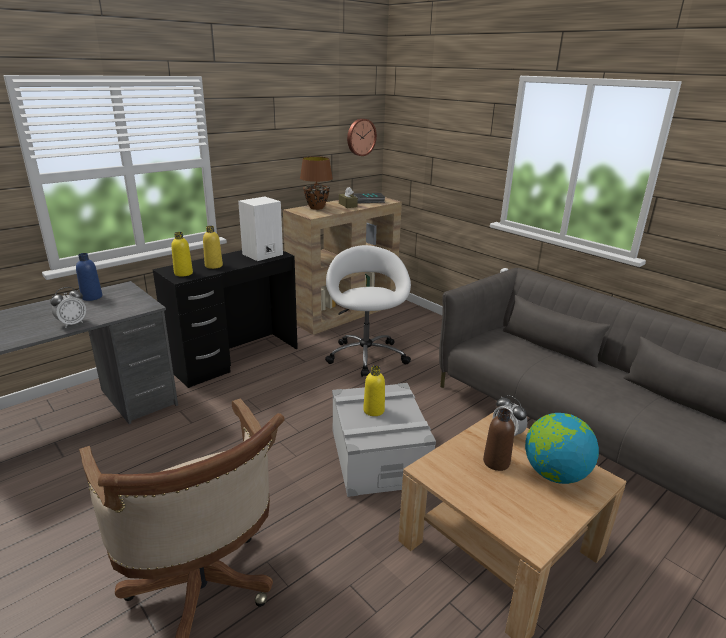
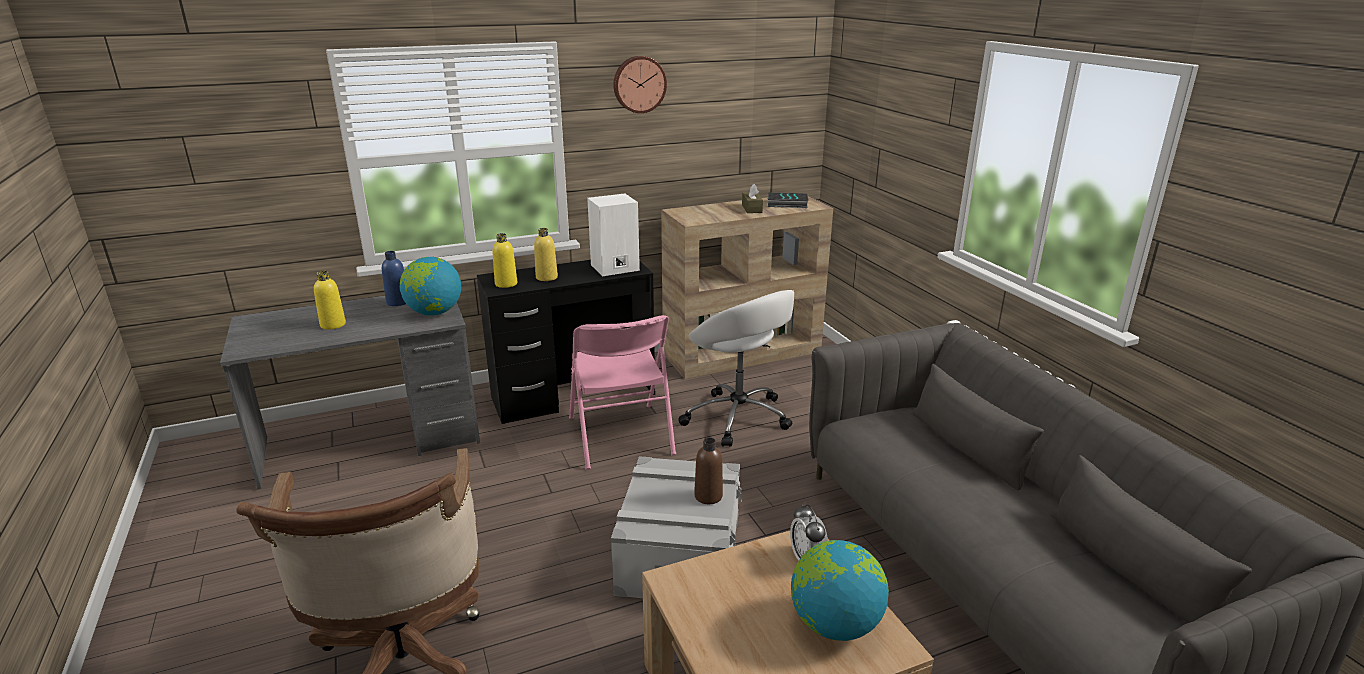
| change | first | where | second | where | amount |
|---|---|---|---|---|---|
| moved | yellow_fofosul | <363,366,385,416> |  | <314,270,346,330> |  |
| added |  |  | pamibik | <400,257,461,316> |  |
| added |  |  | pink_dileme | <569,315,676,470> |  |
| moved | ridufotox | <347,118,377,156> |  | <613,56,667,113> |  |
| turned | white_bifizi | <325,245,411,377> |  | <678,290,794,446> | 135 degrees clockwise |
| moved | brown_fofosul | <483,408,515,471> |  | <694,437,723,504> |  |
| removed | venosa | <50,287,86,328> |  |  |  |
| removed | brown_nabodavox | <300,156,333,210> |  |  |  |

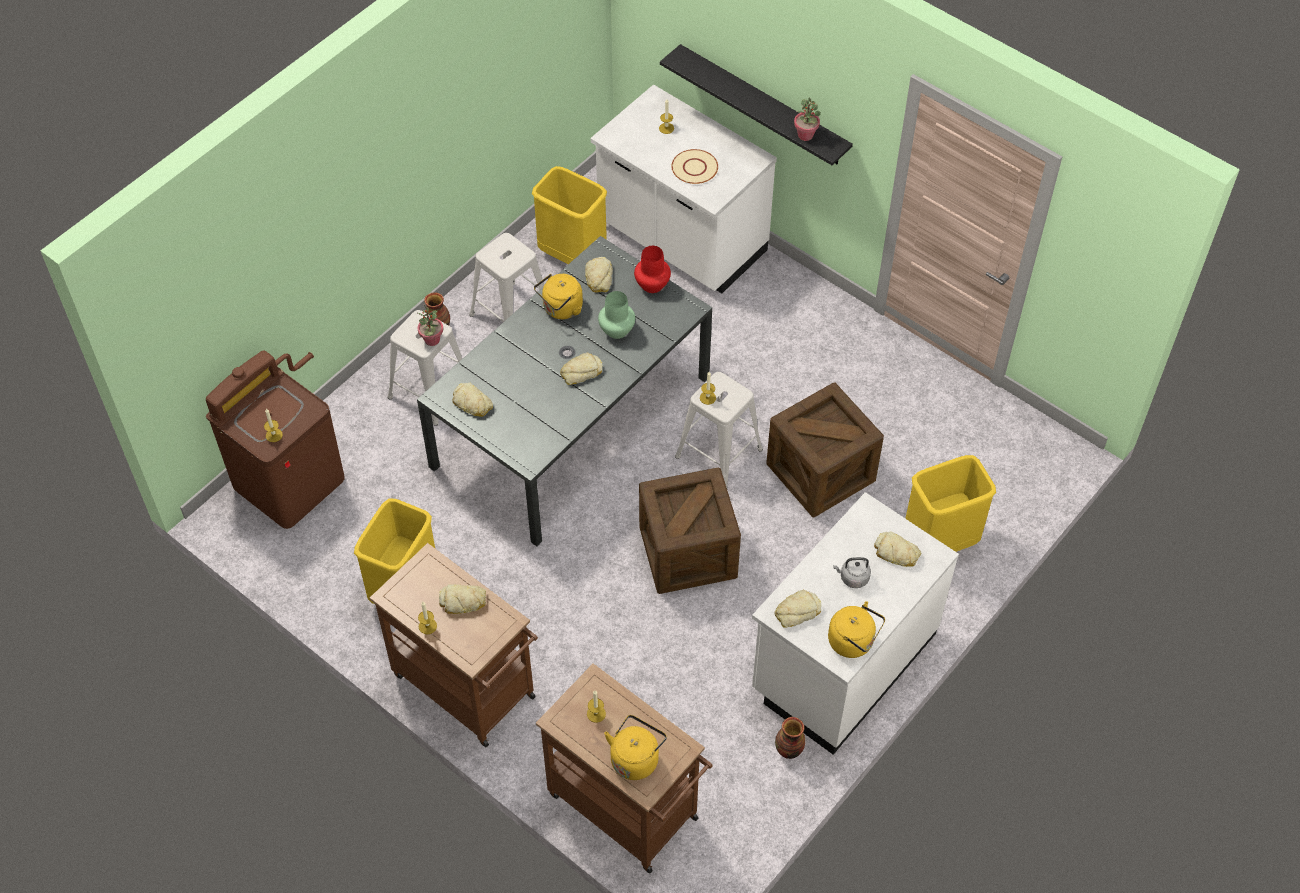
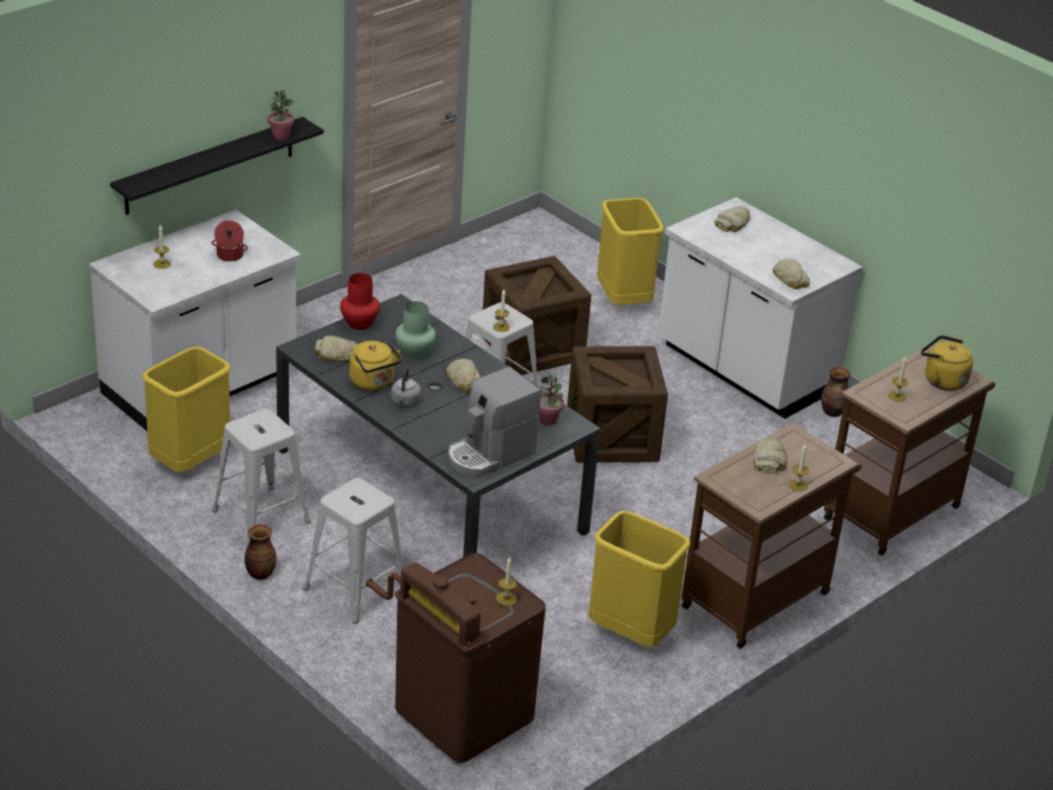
| change | first | where | second | where | amount |
|---|---|---|---|---|---|
| replaced | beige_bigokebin | <671,149,718,184> | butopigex | <212,220,248,261> |  |
| moved | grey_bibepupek | <833,557,871,588> |  | <391,367,421,406> |  |
| replaced | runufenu | <453,383,493,417> | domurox | <448,366,541,477> |  |
| moved | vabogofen | <417,305,443,346> |  | <539,374,564,426> |  |
| removed | yellow_bibepupek | <828,601,885,658> |  |  |  |

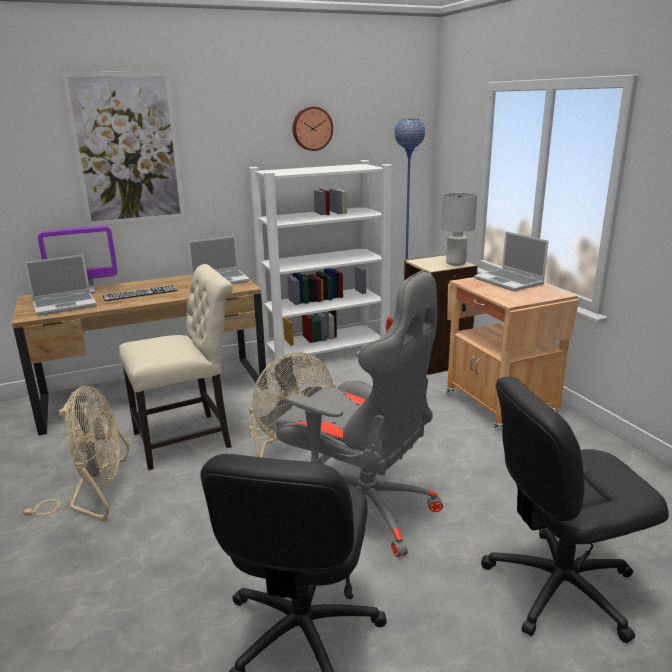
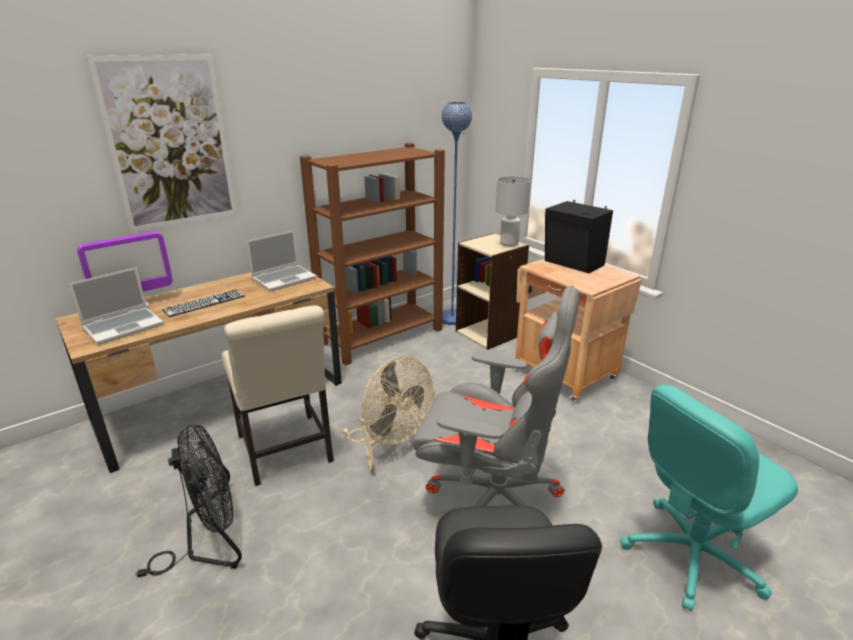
| change | first | where | second | where | amount |
|---|---|---|---|---|---|
| recoloured | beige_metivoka | <23,385,129,522> | black_metivoka | <135,425,242,577> |  |
| turned | beige_dileme | <119,264,233,470> |  | <222,305,334,486> | 105 degrees clockwise |
| recoloured | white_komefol | <249,160,392,364> | brown_komefol | <300,143,445,365> |  |
| replaced | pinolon | <474,231,549,291> | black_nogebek | <545,200,613,273> |  |
| recoloured | black_bifizi | <481,377,669,643> | turquoise_bifizi | <620,385,798,611> |  |
| removed | ridufotox | <293,106,333,151> |  |  |  |

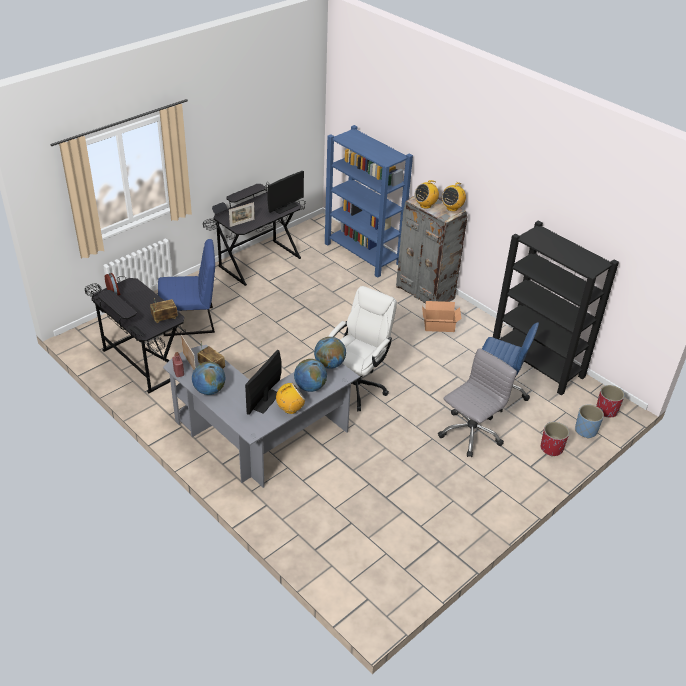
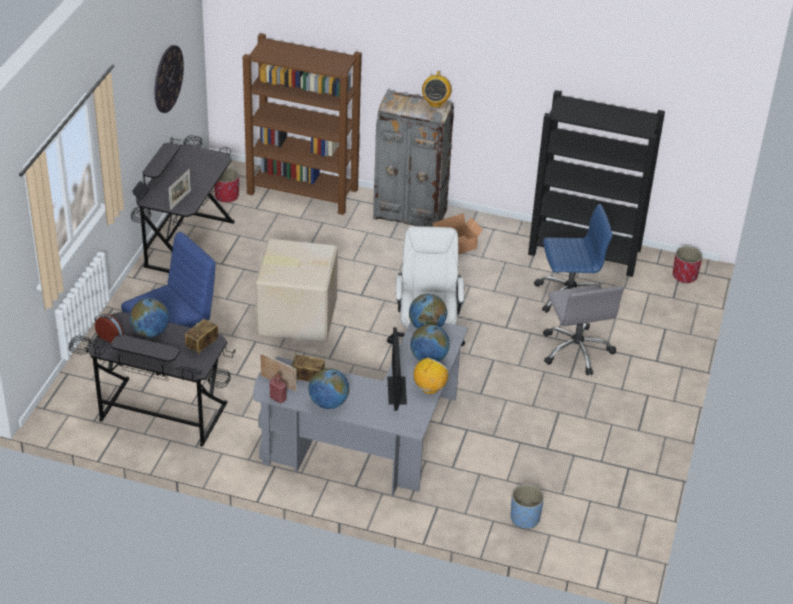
| change | first | where | second | where | amount |
|---|---|---|---|---|---|
| added |  |  | pamibik | <130,298,169,337> |  |
| added |  |  | ridufotox | <155,45,184,113> |  |
| moved | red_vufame | <541,422,569,457> |  | <214,168,239,203> |  |
| recoloured | blue_komefol | <325,125,413,278> | brown_komefol | <243,33,361,215> |  |
| added |  |  | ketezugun | <255,239,338,342> |  |
| moved | blue_vufame | <575,405,604,439> |  | <510,484,544,529> |  |
| turned | grey_bifizi | <438,349,517,457> |  | <543,285,624,376> | 150 degrees clockwise |
| removed | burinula | <267,171,304,214> |  |  |  |
| removed | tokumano | <415,180,439,209> |  |  |  |

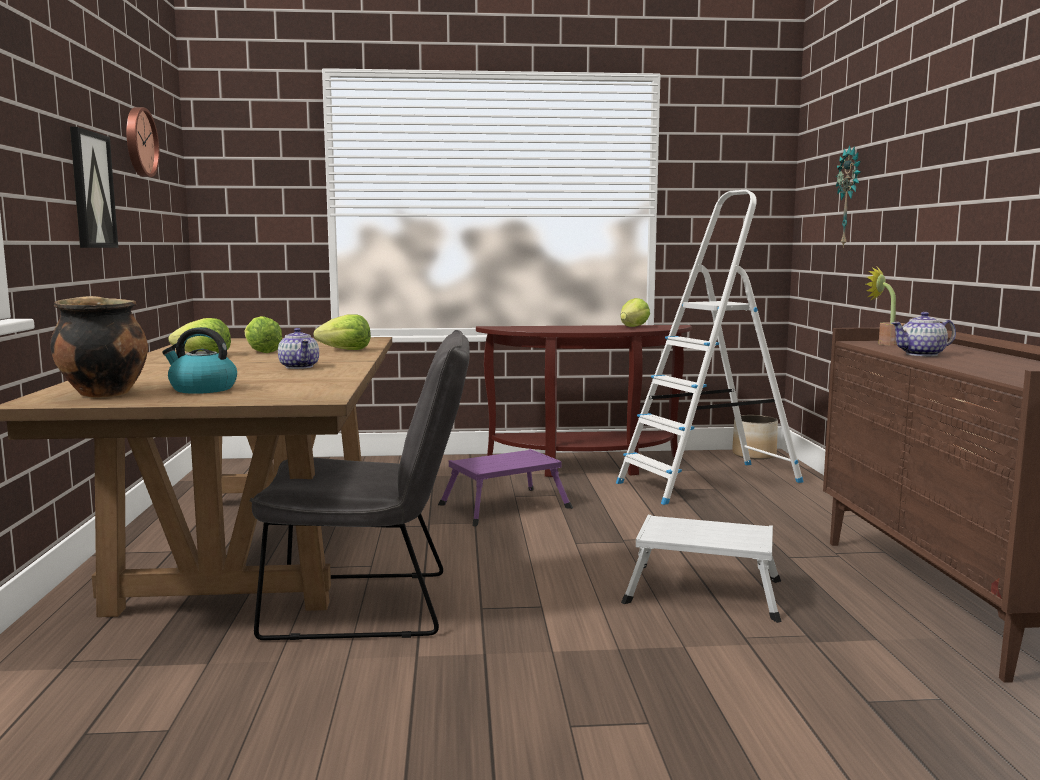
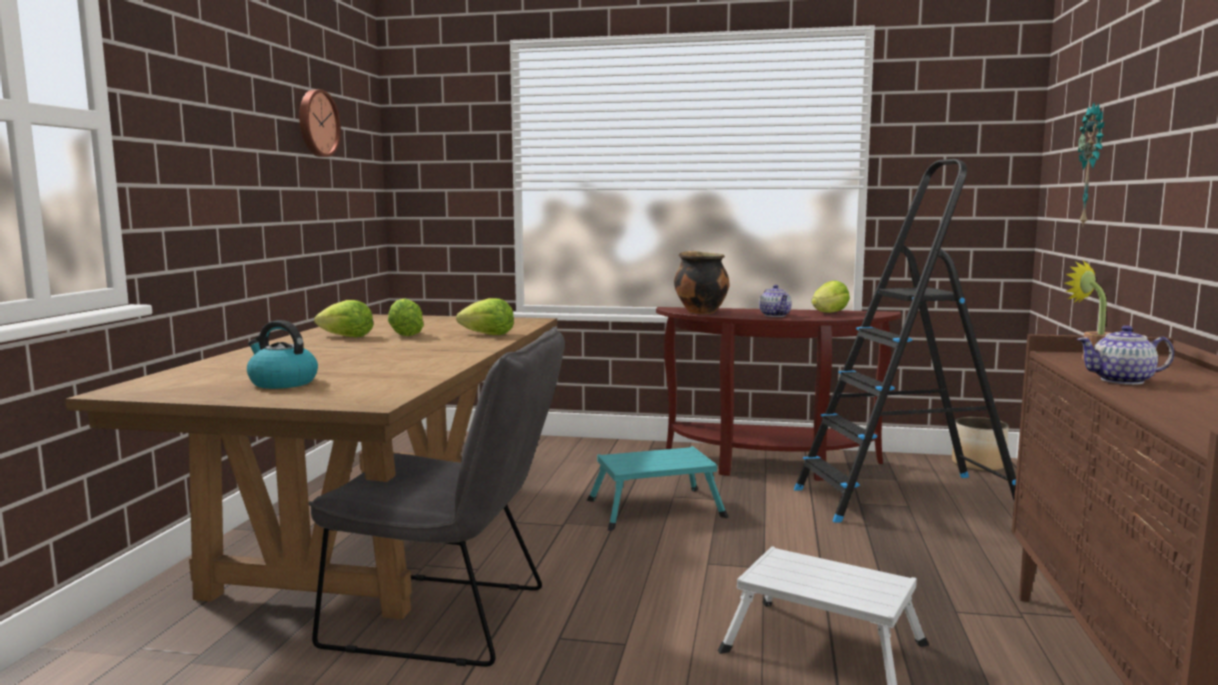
| change | first | where | second | where | amount |
|---|---|---|---|---|---|
| recoloured | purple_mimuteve | <438,449,573,526> | turquoise_mimuteve | <587,446,729,531> |  |
| moved | butopigex | <50,296,148,398> |  | <674,251,729,314> |  |
| moved | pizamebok | <278,328,319,369> |  | <759,285,792,317> |  |
| recoloured | white_mimuteve | <616,190,804,505> | black_mimuteve | <794,159,1016,523> |  |
| removed | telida | <70,127,118,248> |  |  |  |

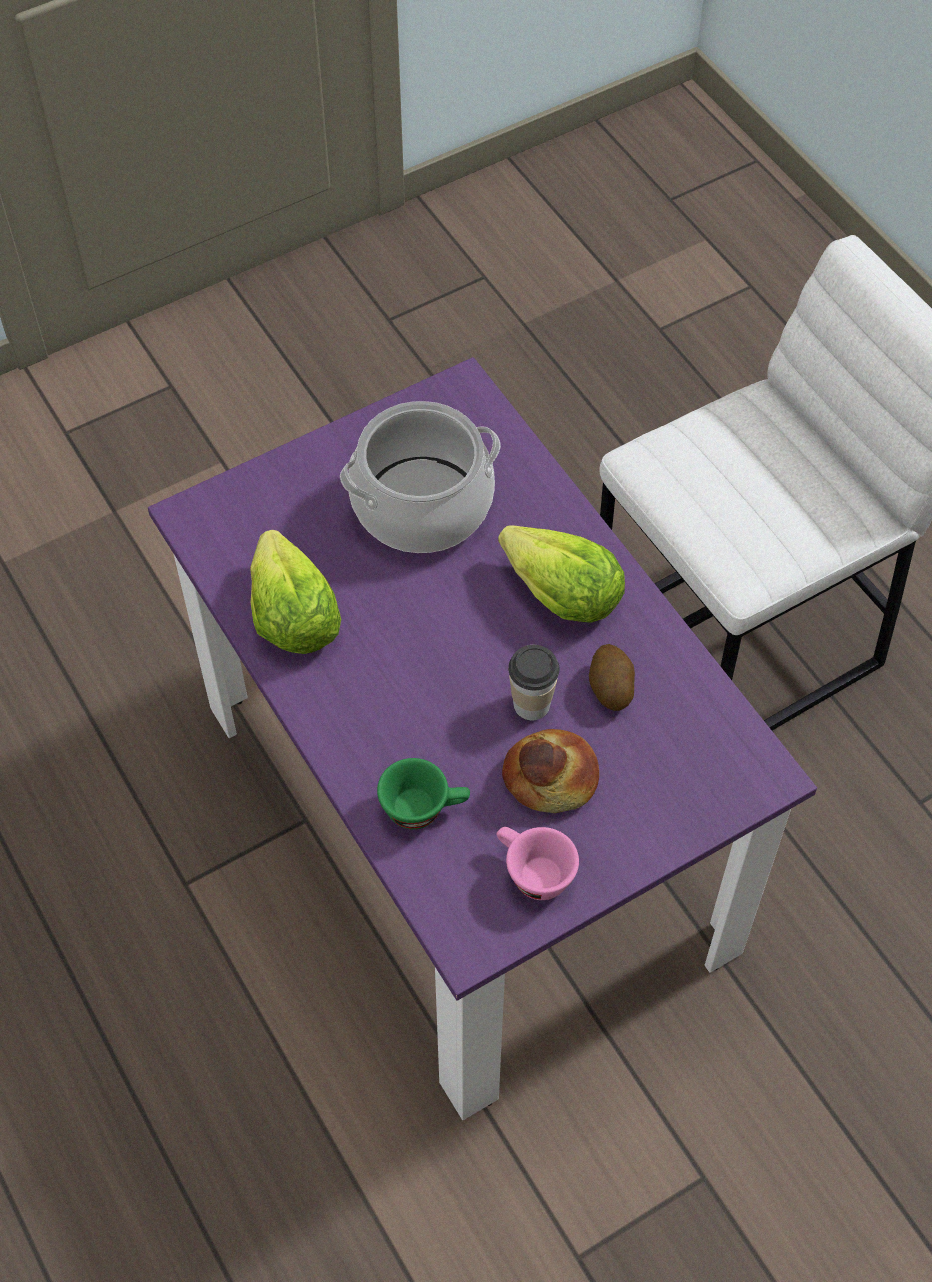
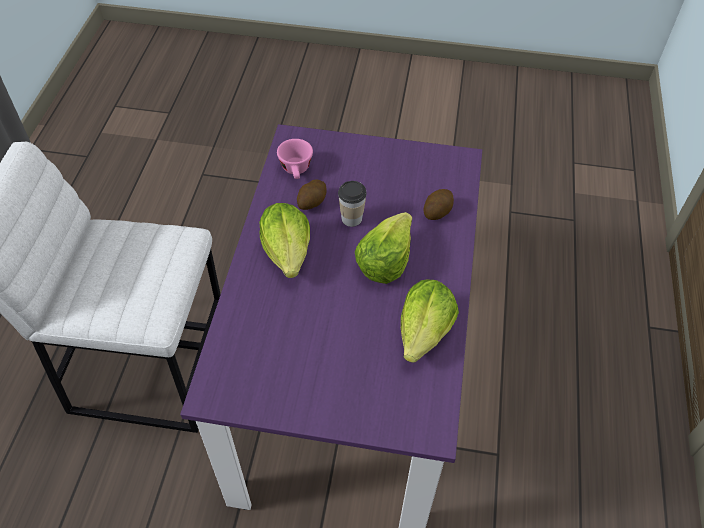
| change | first | where | second | where | amount |
|---|---|---|---|---|---|
| moved | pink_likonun | <496,827,579,900> |  | <277,139,313,179> |  |
| added |  |  | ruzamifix | <355,212,412,284> |  |
| replaced | green_likonun | <377,758,470,829> | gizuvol | <423,189,454,220> |  |
| removed | butopigex | <340,401,501,553> |  |  |  |
| removed | runufenu | <502,729,599,813> |  |  |  |

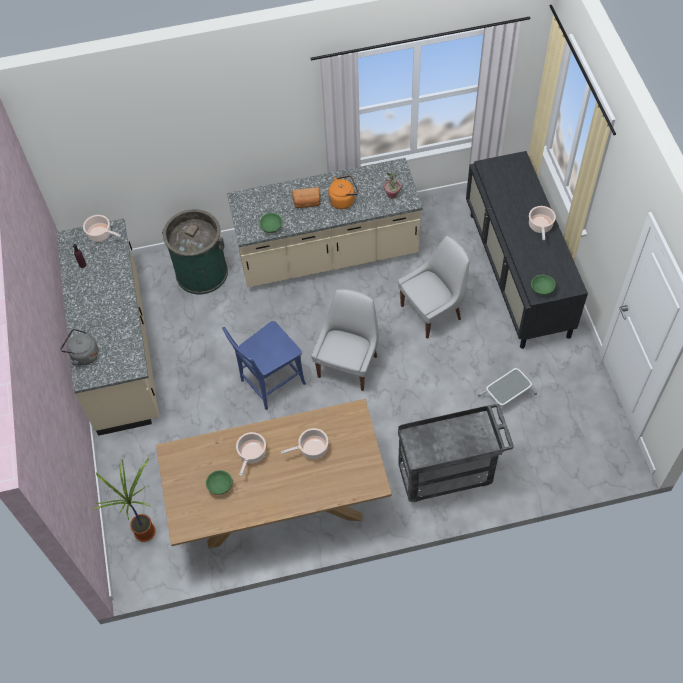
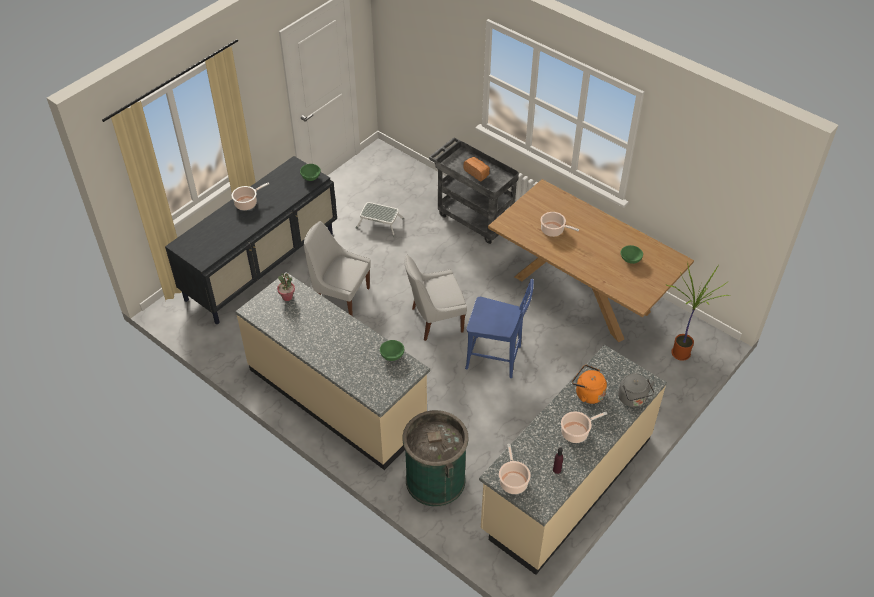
| change | first | where | second | where | amount |
|---|---|---|---|---|---|
| moved | runufenu | <292,187,320,208> |  | <464,157,490,181> |  |
| moved | butopigex | <236,432,266,476> |  | <561,411,607,443> |  |
| moved | orange_bibepupek | <328,175,359,209> |  | <572,365,607,404> |  |

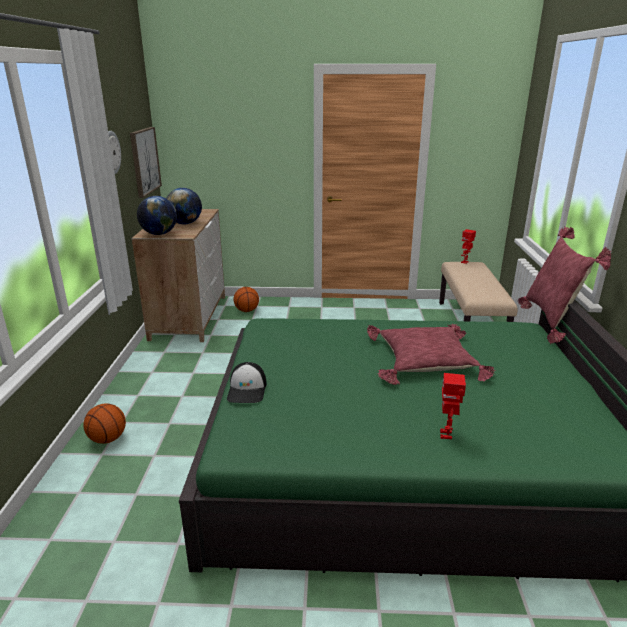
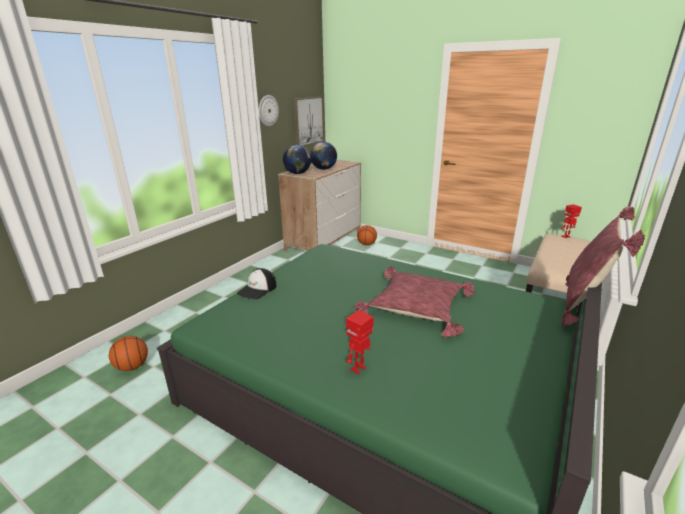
| change | first | where | second | where | amount |
|---|---|---|---|---|---|
| moved | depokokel | <83,404,126,444> |  | <109,336,148,371> |  |

